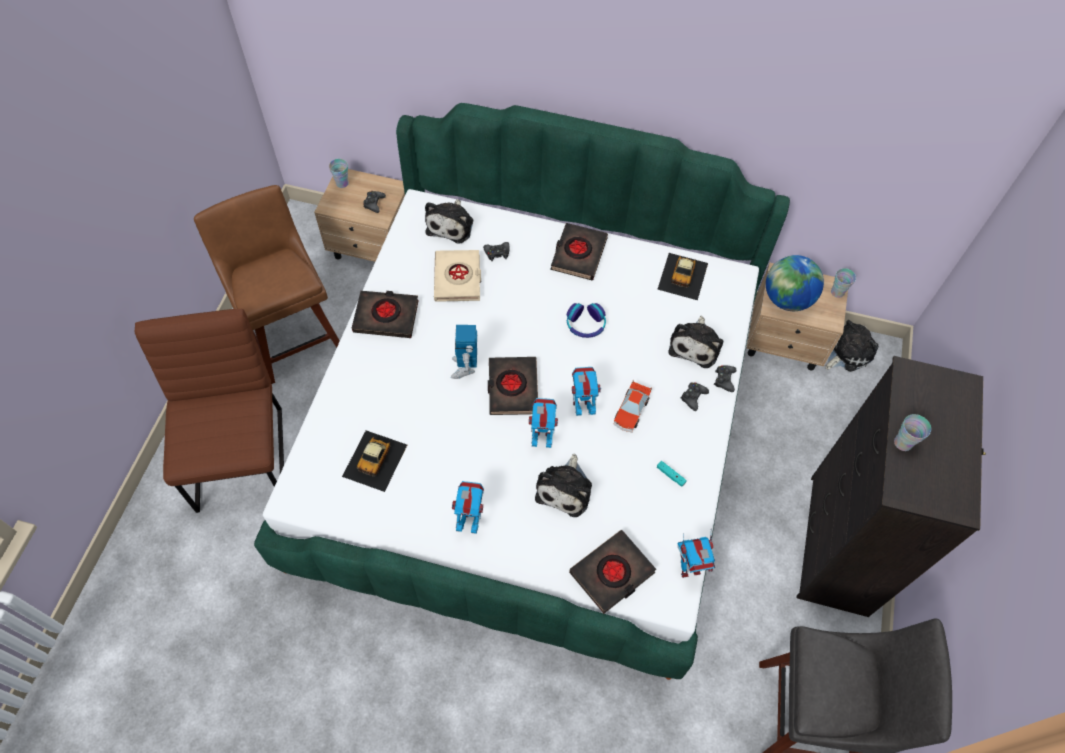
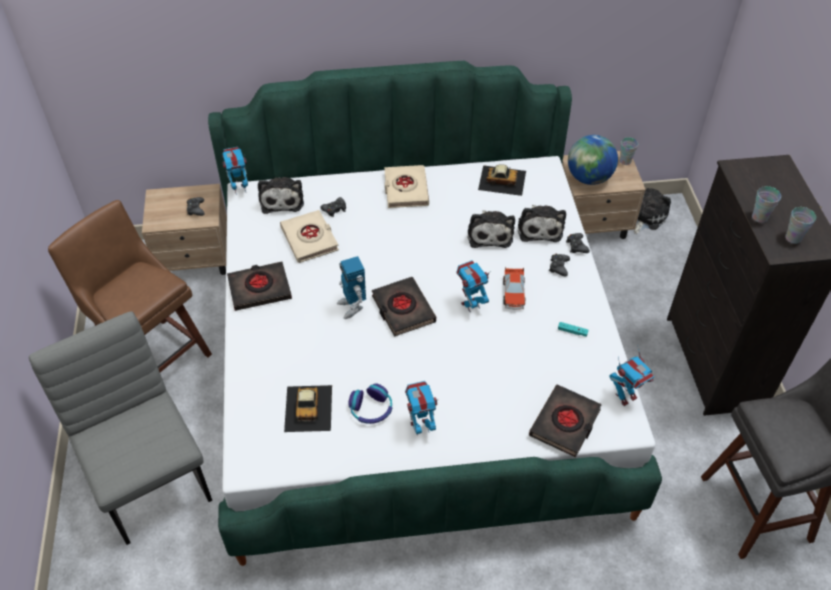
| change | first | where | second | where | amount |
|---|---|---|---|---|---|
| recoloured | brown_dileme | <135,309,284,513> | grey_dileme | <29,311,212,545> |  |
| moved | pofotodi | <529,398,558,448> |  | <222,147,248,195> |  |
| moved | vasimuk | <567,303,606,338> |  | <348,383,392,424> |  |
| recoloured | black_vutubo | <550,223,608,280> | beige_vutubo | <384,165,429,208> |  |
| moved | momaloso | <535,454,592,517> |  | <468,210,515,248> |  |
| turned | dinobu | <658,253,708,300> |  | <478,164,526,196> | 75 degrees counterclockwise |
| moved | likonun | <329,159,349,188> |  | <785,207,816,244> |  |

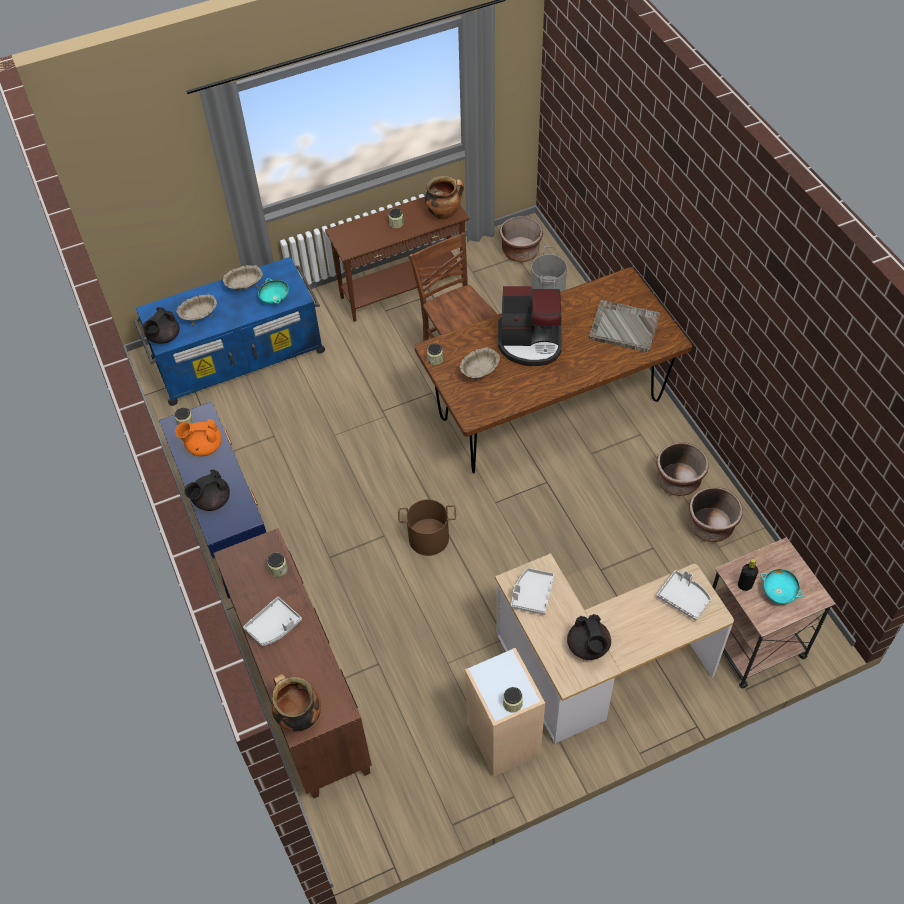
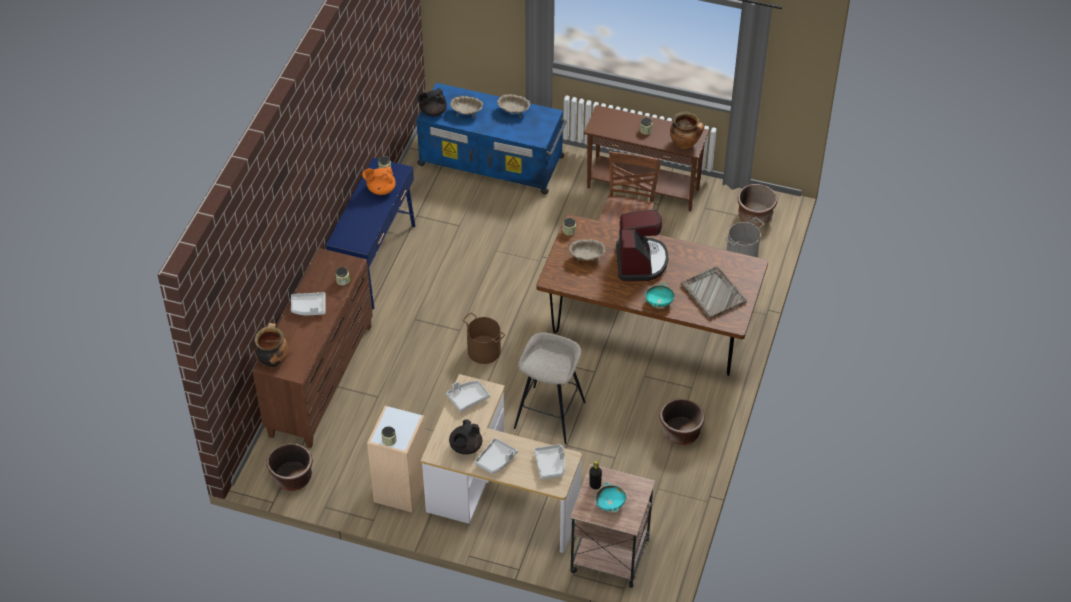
| change | first | where | second | where | amount |
|---|---|---|---|---|---|
| moved | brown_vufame | <689,487,743,542> |  | <266,443,313,491> |  |
| turned | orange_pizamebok | <176,419,222,456> |  | <363,166,396,195> | 45 degrees counterclockwise |
| added |  |  | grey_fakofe | <475,438,517,474> |  |
| added |  |  | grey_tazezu | <514,332,585,445> |  |
| turned | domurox | <498,286,562,366> |  | <616,210,668,281> | 135 degrees counterclockwise |
| moved | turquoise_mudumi | <258,278,289,304> |  | <645,283,675,307> |  |
| removed | black_pizamebok | <185,470,230,511> |  |  |  |

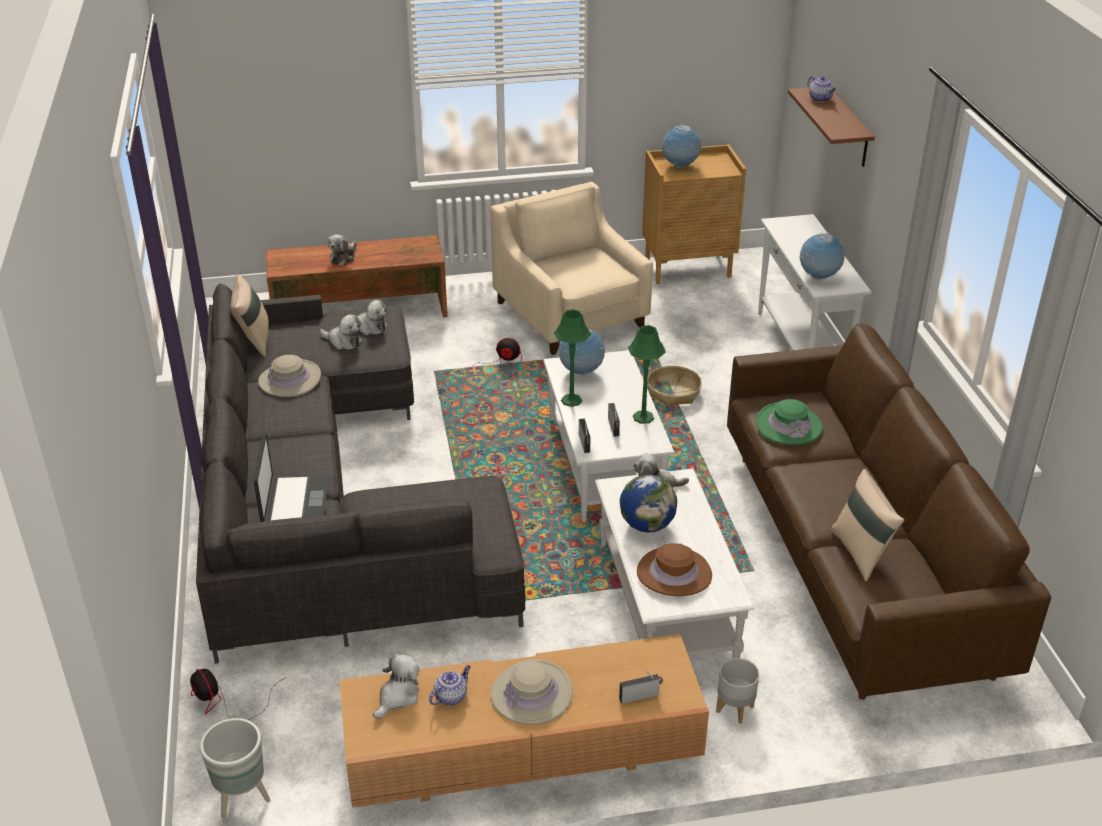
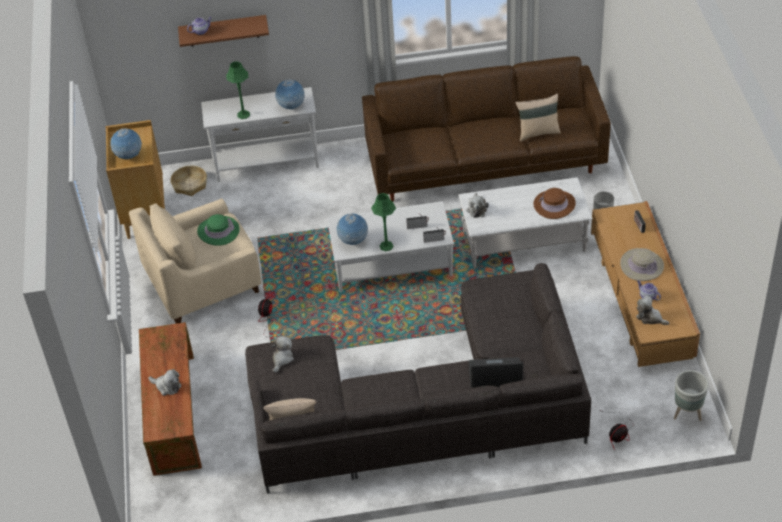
| change | first | where | second | where | amount |
|---|---|---|---|---|---|
| moved | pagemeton | <647,366,702,406> |  | <170,166,207,196> |  |
| moved | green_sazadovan | <756,399,823,445> |  | <197,214,239,246> |  |
| moved | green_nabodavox | <628,325,666,424> |  | <226,61,250,119> |  |
| removed | beige_sazadovan | <258,355,321,397> |  |  |  |
| removed | momaloso | <320,315,362,350> |  |  |  |
| removed | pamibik | <620,475,677,533> |  |  |  |

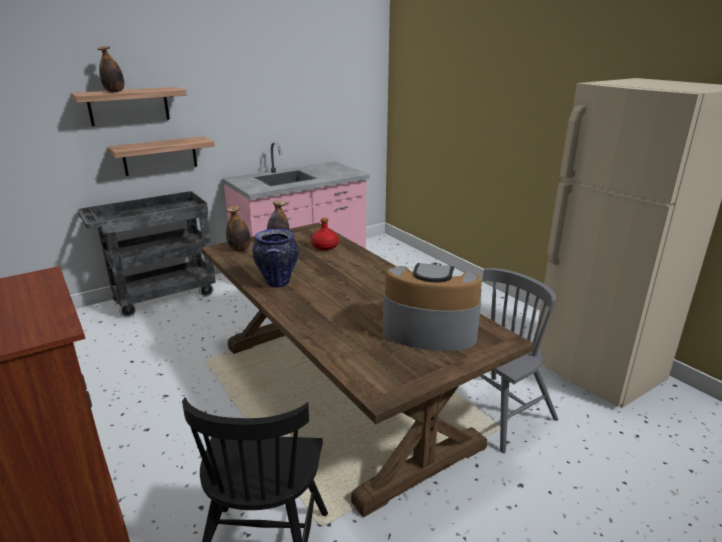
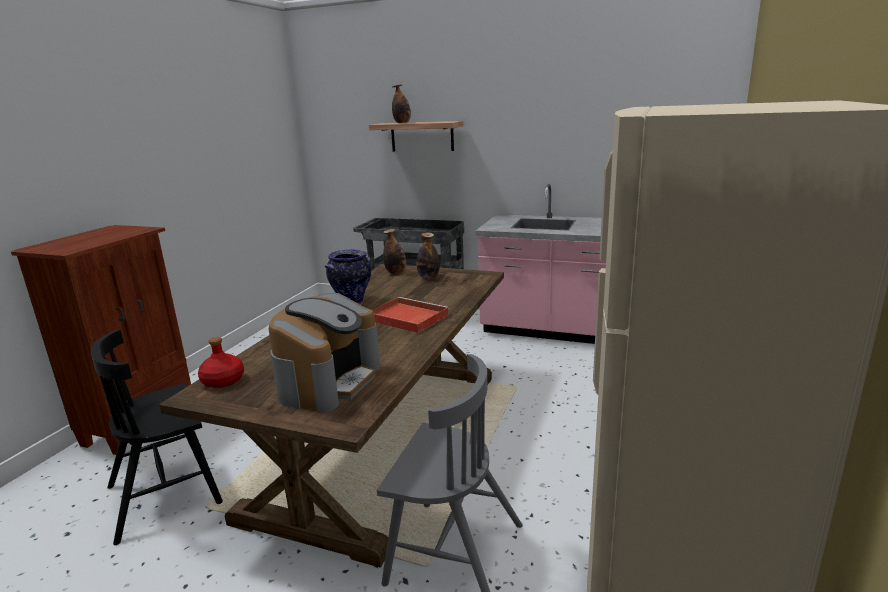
| change | first | where | second | where | amount |
|---|---|---|---|---|---|
| moved | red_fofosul | <311,218,339,250> |  | <198,337,244,388> |  |
| turned | domurox | <383,263,482,351> |  | <269,293,380,413> | 45 degrees clockwise |
| added |  |  | red_fakofe | <372,297,449,333> |  |
| removed | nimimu | <108,136,215,176> |  |  |  |

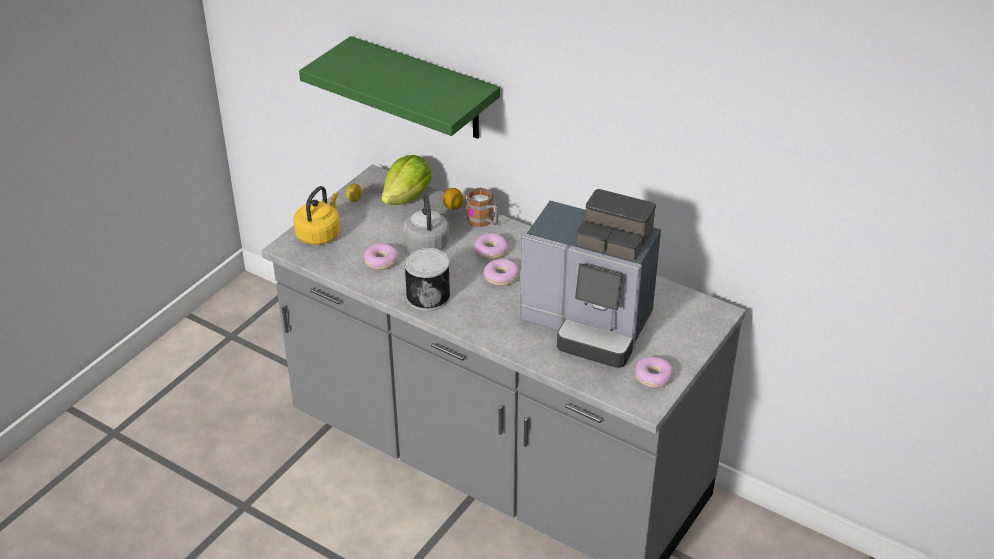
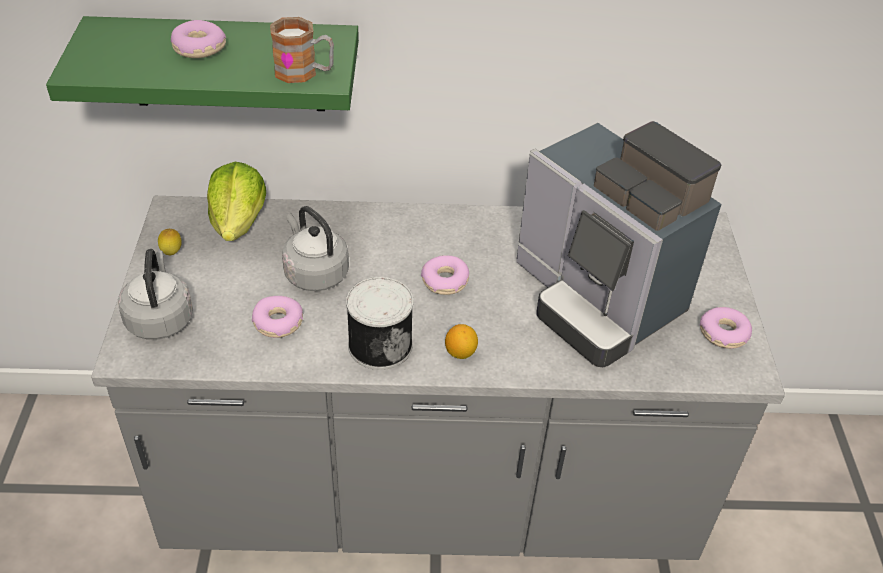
| change | first | where | second | where | amount |
|---|---|---|---|---|---|
| recoloured | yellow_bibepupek | <293,186,340,245> | grey_bibepupek | <118,249,193,340> |  |
| moved | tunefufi | <474,233,508,259> |  | <171,20,226,58> |  |
| moved | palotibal | <466,188,499,227> |  | <270,17,334,83> |  |
| moved | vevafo | <443,188,463,210> |  | <445,324,478,359> |  |
| turned | domurox | <520,189,661,368> |  | <516,121,722,367> | 60 degrees clockwise |

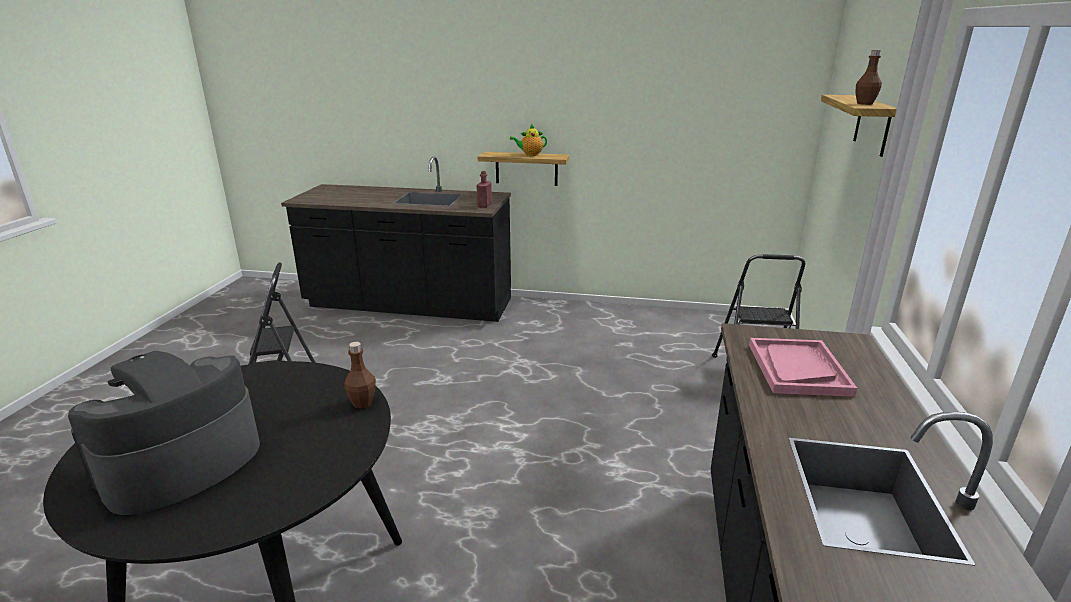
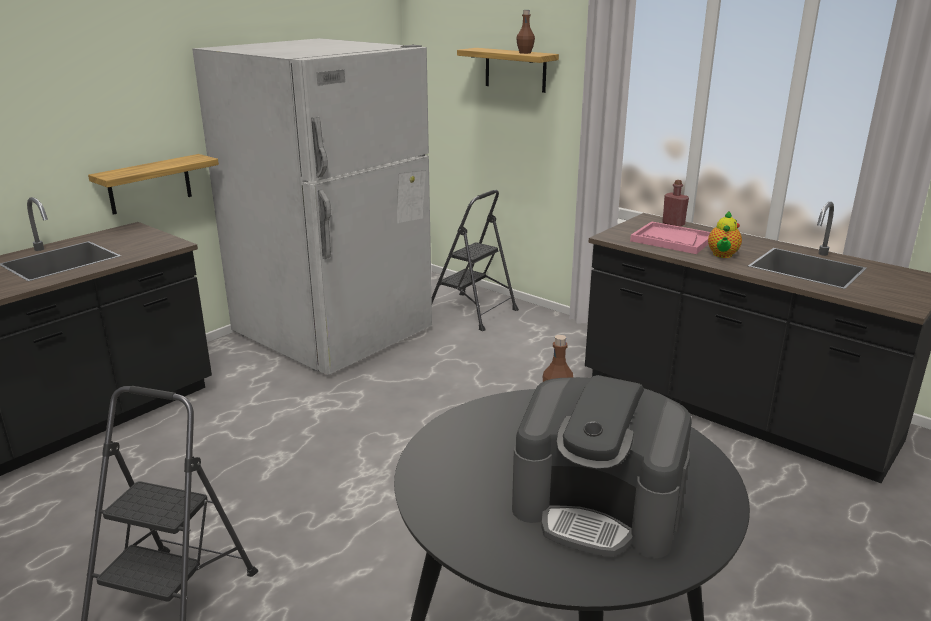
| change | first | where | second | where | amount |
|---|---|---|---|---|---|
| added |  |  | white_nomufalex | <192,38,432,375> |  |
| turned | domurox | <68,351,260,515> |  | <512,375,692,558> | 45 degrees counterclockwise |
| moved | red_fofosul | <476,171,492,208> |  | <662,180,689,227> |  |
| moved | pizamebok | <510,124,547,156> |  | <708,211,742,258> |  |

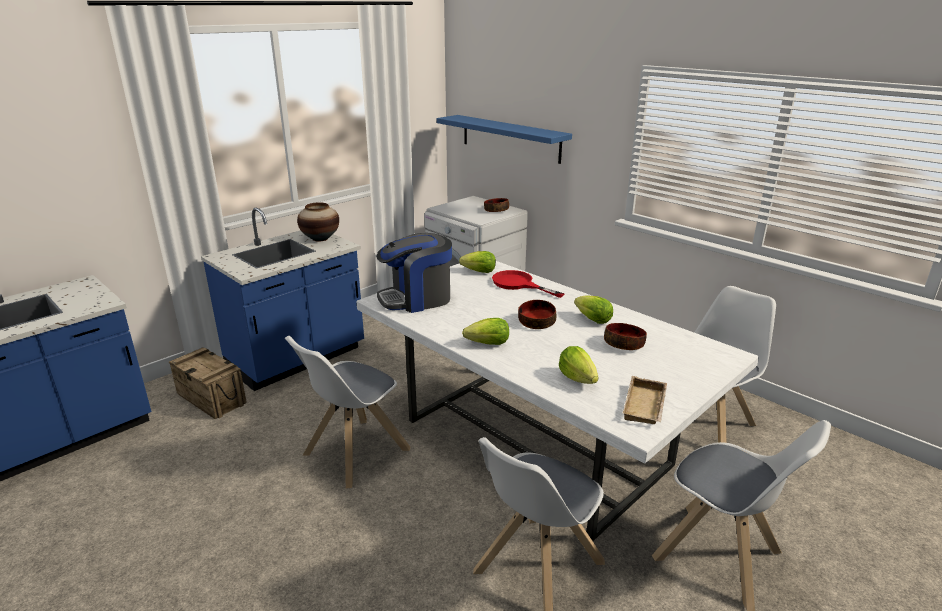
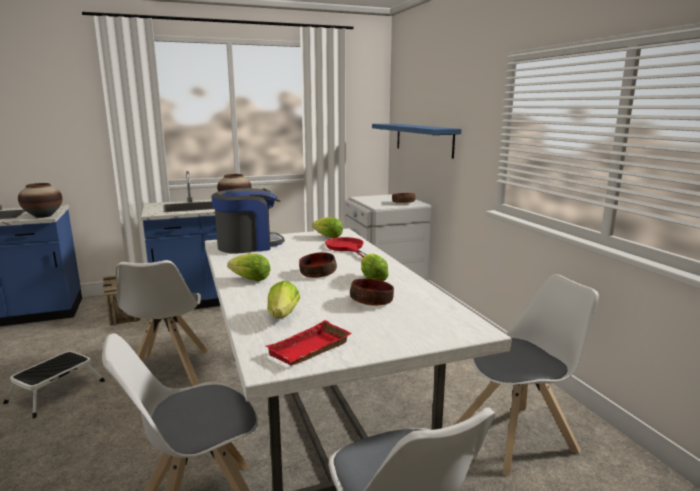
| change | first | where | second | where | amount |
|---|---|---|---|---|---|
| added |  |  | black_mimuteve | <3,351,105,418> |  |
| added |  |  | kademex | <18,183,62,218> |  |
| turned | dileme | <285,336,410,488> |  | <116,260,209,386> | 75 degrees counterclockwise |
| turned | domurox | <377,233,452,313> |  | <211,188,285,254> | 150 degrees clockwise |
| recoloured | beige_fakofe | <623,376,667,424> | red_fakofe | <266,320,351,366> |  |

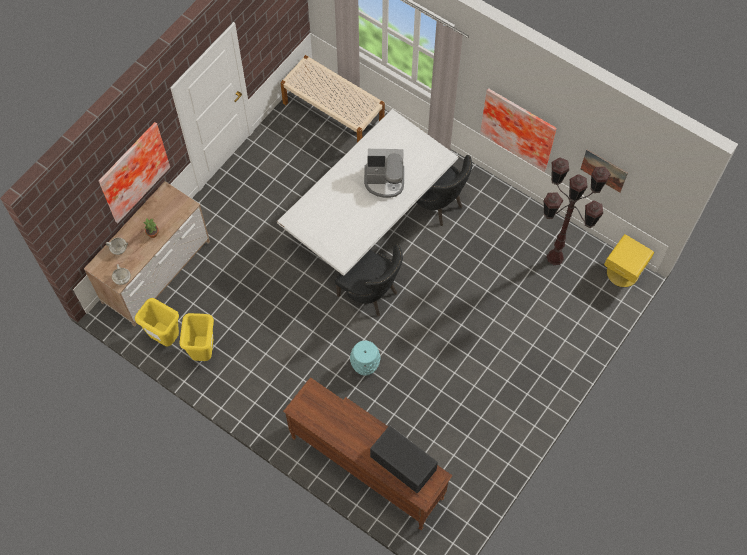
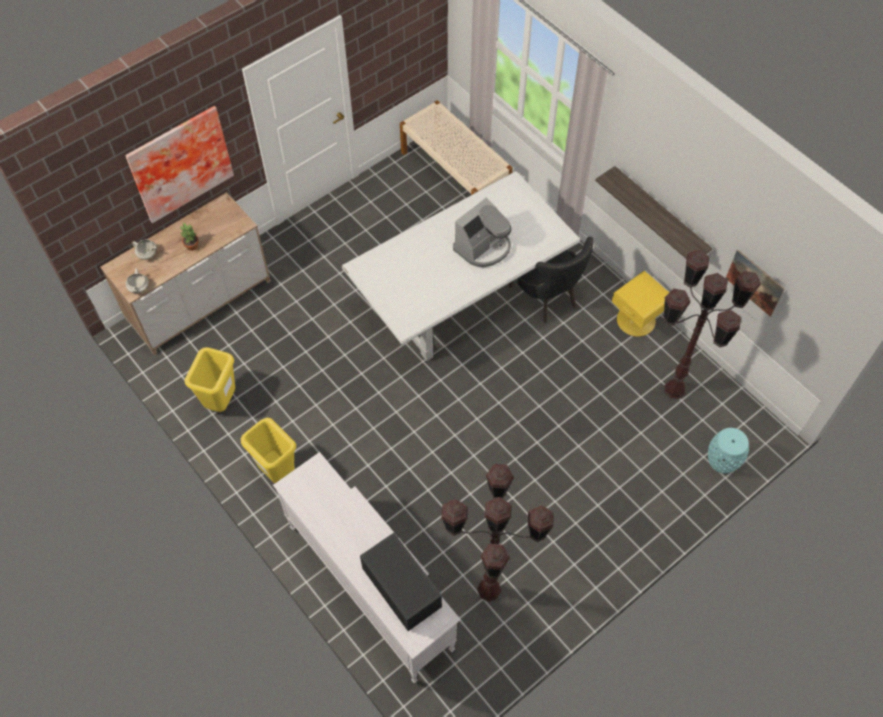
| change | first | where | second | where | amount |
|---|---|---|---|---|---|
| moved | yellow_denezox | <135,298,179,346> |  | <241,418,296,483> |  |
| recoloured | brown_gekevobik | <283,377,453,530> | white_gekevobik | <273,452,461,683> |  |
| added |  |  | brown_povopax | <441,464,554,602> |  |
| turned | domurox | <364,149,404,198> |  | <453,198,511,267> | 60 degrees counterclockwise |
| replaced | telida | <480,88,557,172> | nimimu | <595,166,712,259> |  |
| moved | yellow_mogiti | <604,234,654,287> |  | <612,271,669,337> |  |
| moved | turquoise_tazezu | <350,341,380,376> |  | <708,428,749,474> |  |
| removed | black_dileme | <335,244,403,316> |  |  |  |

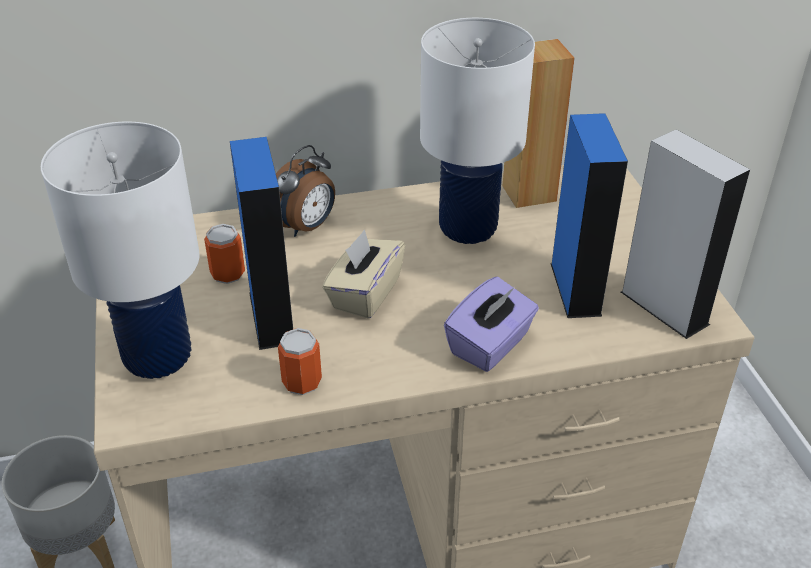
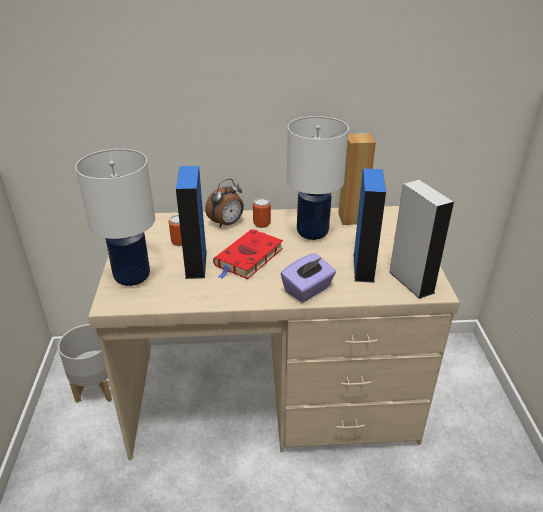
| change | first | where | second | where | amount |
|---|---|---|---|---|---|
| replaced | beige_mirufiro | <322,229,405,319> | red_vutubo | <213,229,283,279> |  |
| moved | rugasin | <278,328,322,395> |  | <253,198,271,228> |  |

